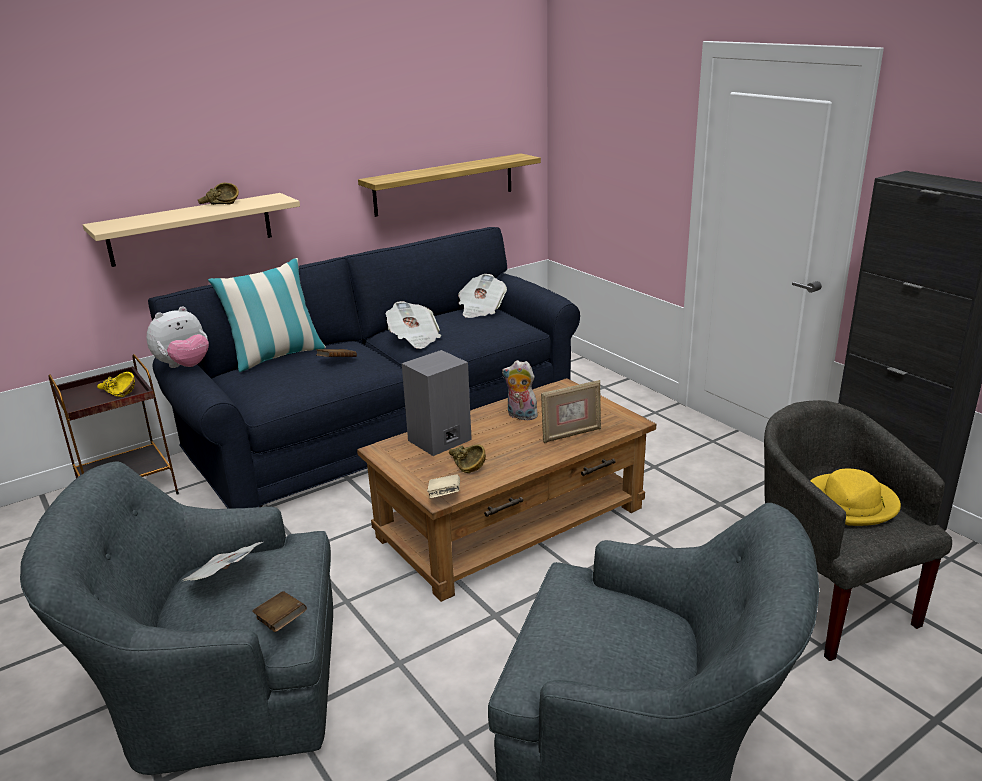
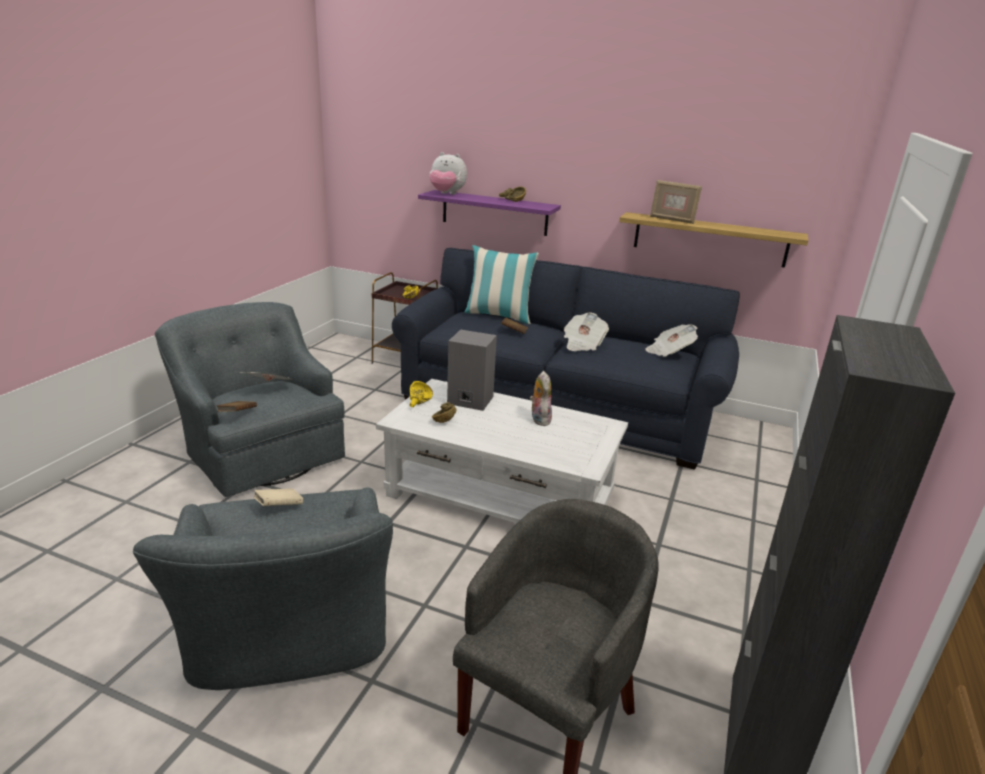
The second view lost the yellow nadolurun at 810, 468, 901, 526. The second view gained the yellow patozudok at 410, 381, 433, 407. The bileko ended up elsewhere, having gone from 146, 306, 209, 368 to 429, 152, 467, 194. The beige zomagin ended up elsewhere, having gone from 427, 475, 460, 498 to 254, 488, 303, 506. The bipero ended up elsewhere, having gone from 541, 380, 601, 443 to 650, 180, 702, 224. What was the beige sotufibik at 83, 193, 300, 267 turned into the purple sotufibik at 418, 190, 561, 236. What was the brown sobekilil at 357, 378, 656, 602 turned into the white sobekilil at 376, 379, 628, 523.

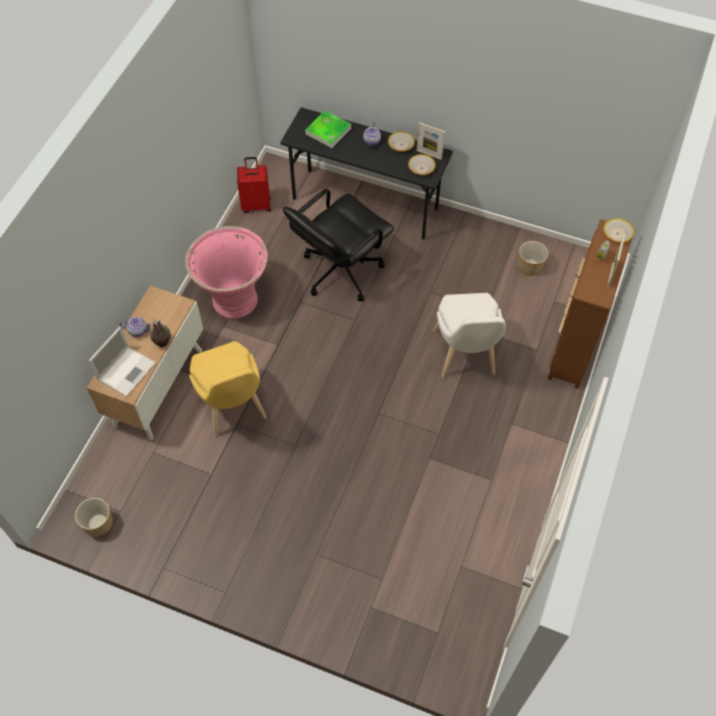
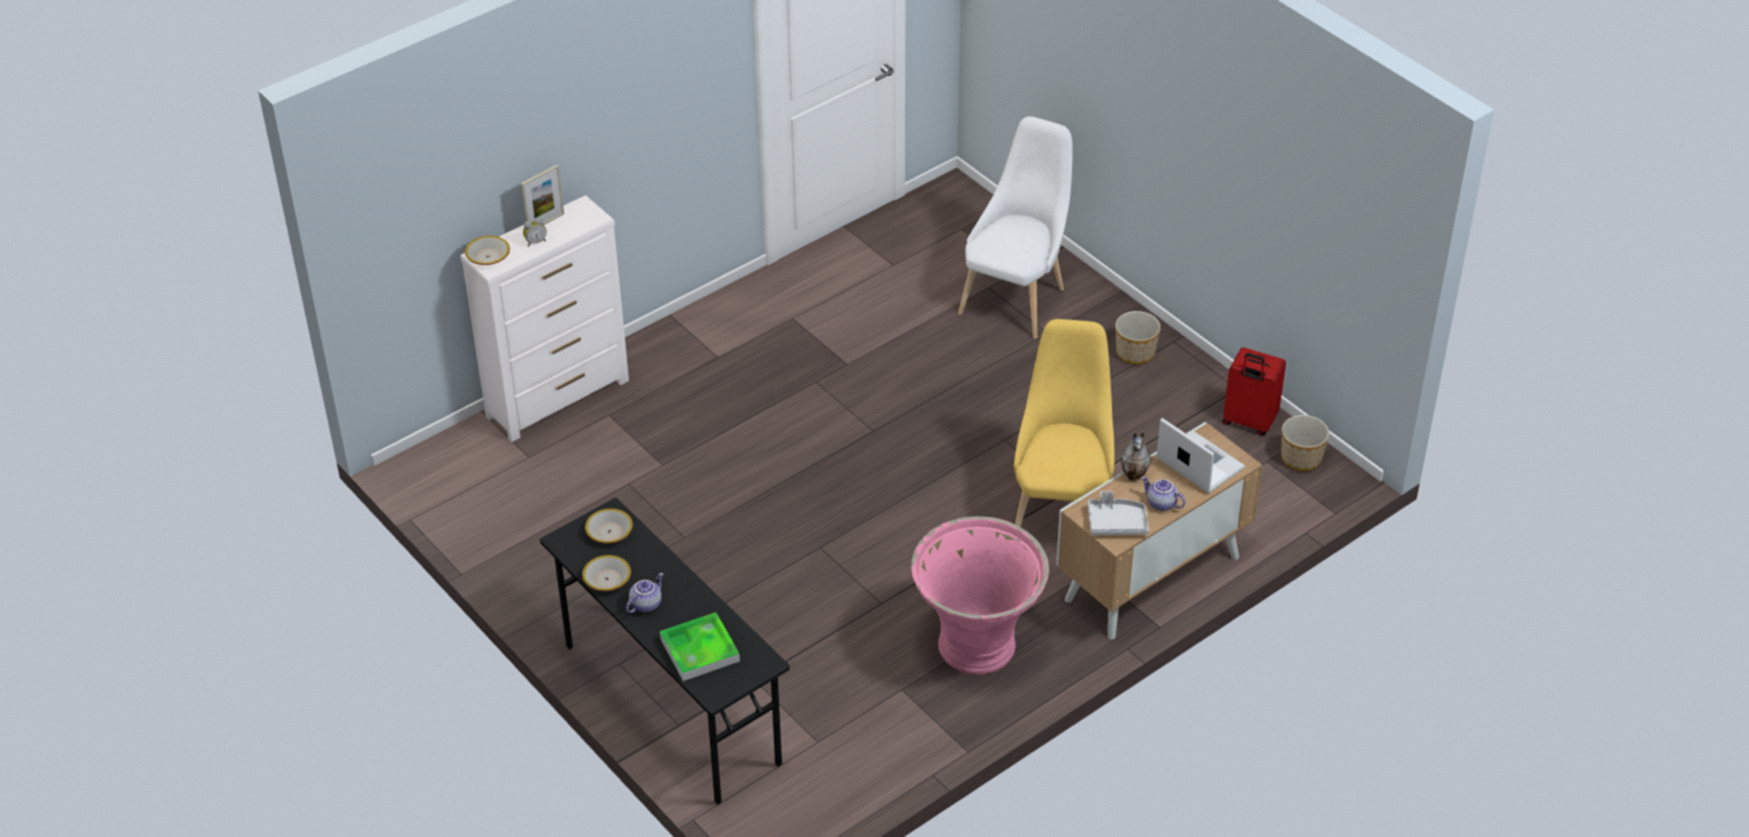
The second view lost the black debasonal at 283, 189, 394, 302. The second view lost the bipero at 416, 122, 445, 160. The second view gained the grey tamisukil at 1088, 491, 1149, 535. The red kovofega ended up elsewhere, having gone from 237, 157, 271, 213 to 1222, 347, 1286, 435. The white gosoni ended up elsewhere, having gone from 433, 293, 506, 377 to 958, 116, 1073, 339. The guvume ended up elsewhere, having gone from 518, 241, 548, 276 to 1115, 311, 1161, 365. What was the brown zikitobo at 548, 219, 635, 389 turned into the white zikitobo at 460, 195, 629, 442. The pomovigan at 89, 327, 156, 397 ended up facing another way, 75 degrees clockwise from before.

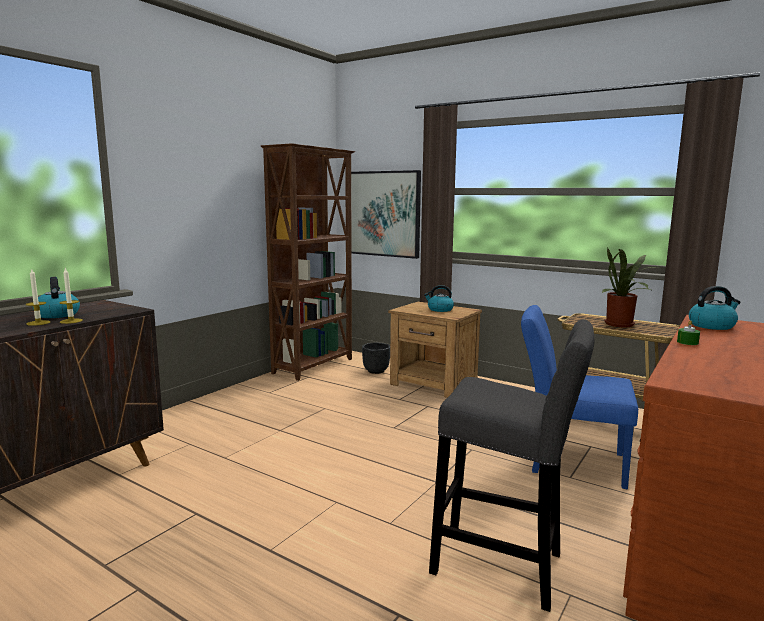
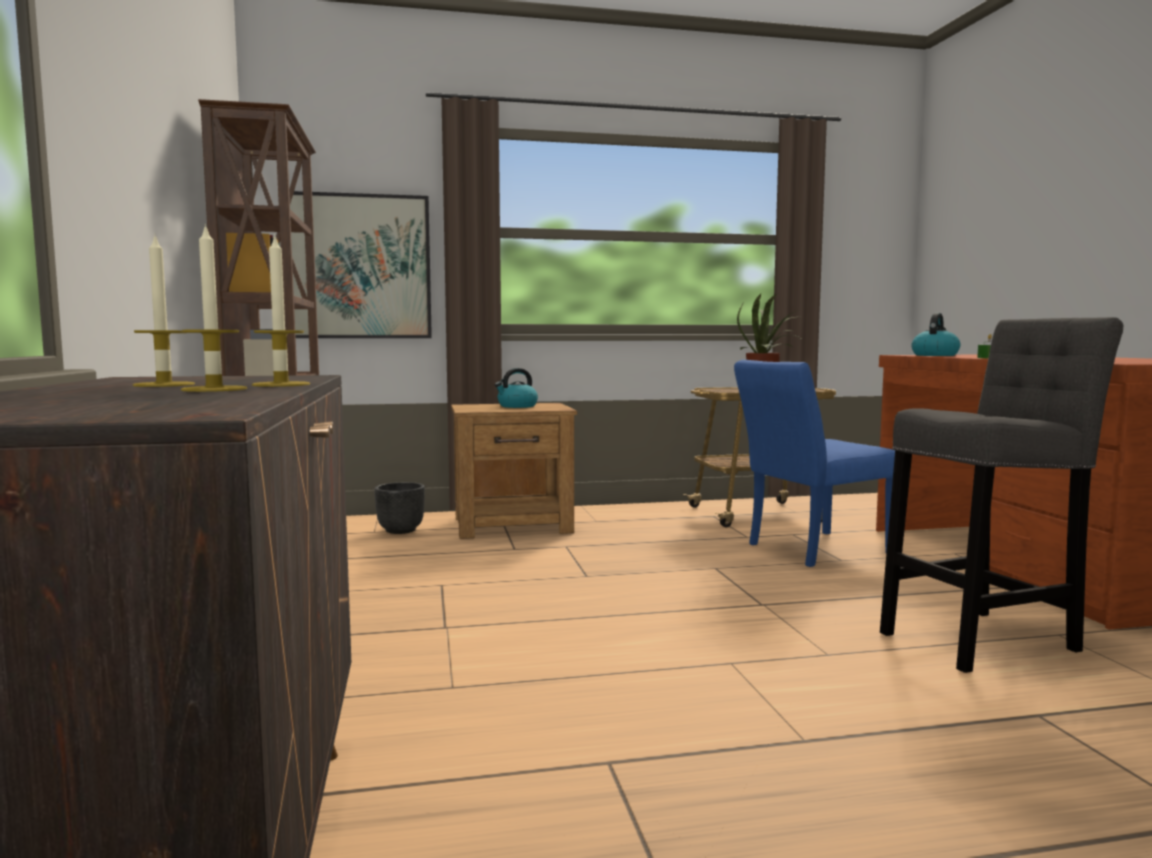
Where the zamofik stood at 33, 277, 80, 318, the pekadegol came to stand at 133, 237, 195, 387.

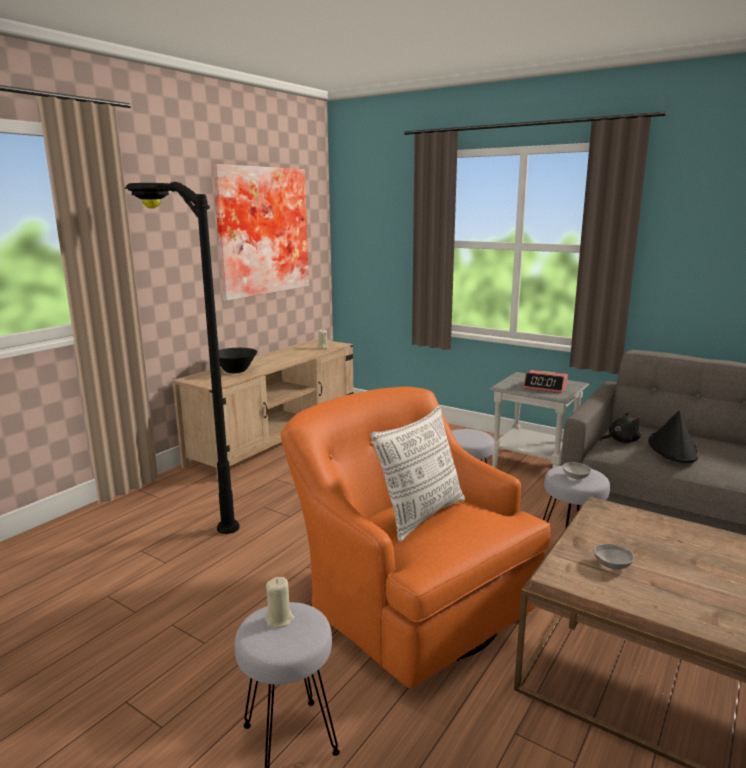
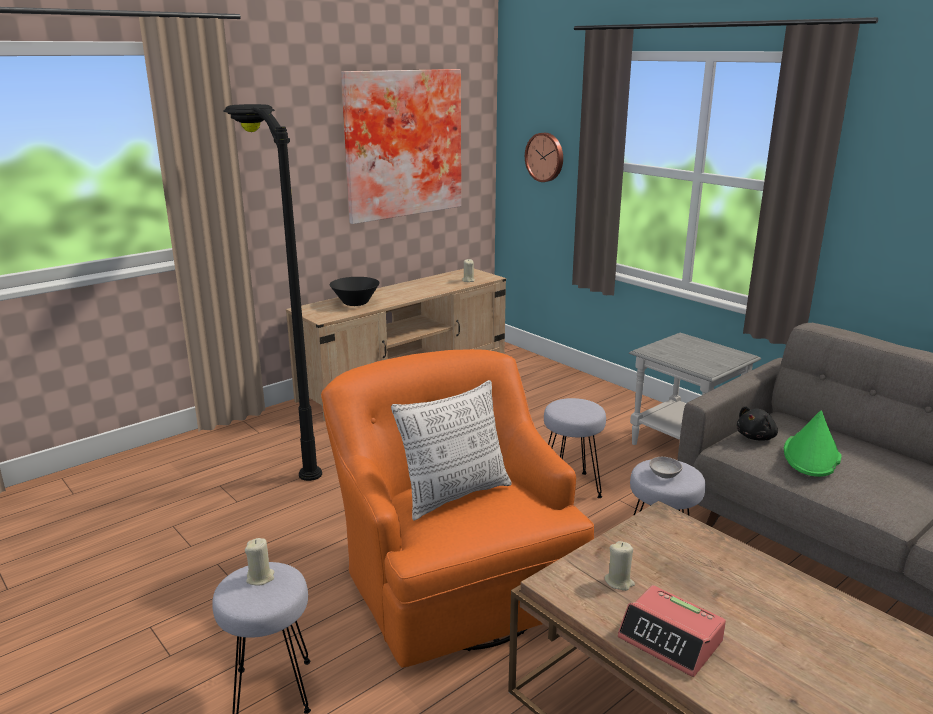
The second view gained the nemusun at 525, 133, 563, 182. The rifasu ended up elsewhere, having gone from 523, 370, 568, 393 to 617, 585, 726, 677. Where the grey patozudok stood at 593, 544, 634, 570, the beige pekadegol came to stand at 605, 541, 635, 591. What was the black nadolurun at 648, 410, 698, 463 turned into the green nadolurun at 784, 410, 841, 477. The black bileko at 599, 412, 642, 443 ended up facing another way, 135 degrees clockwise from before.

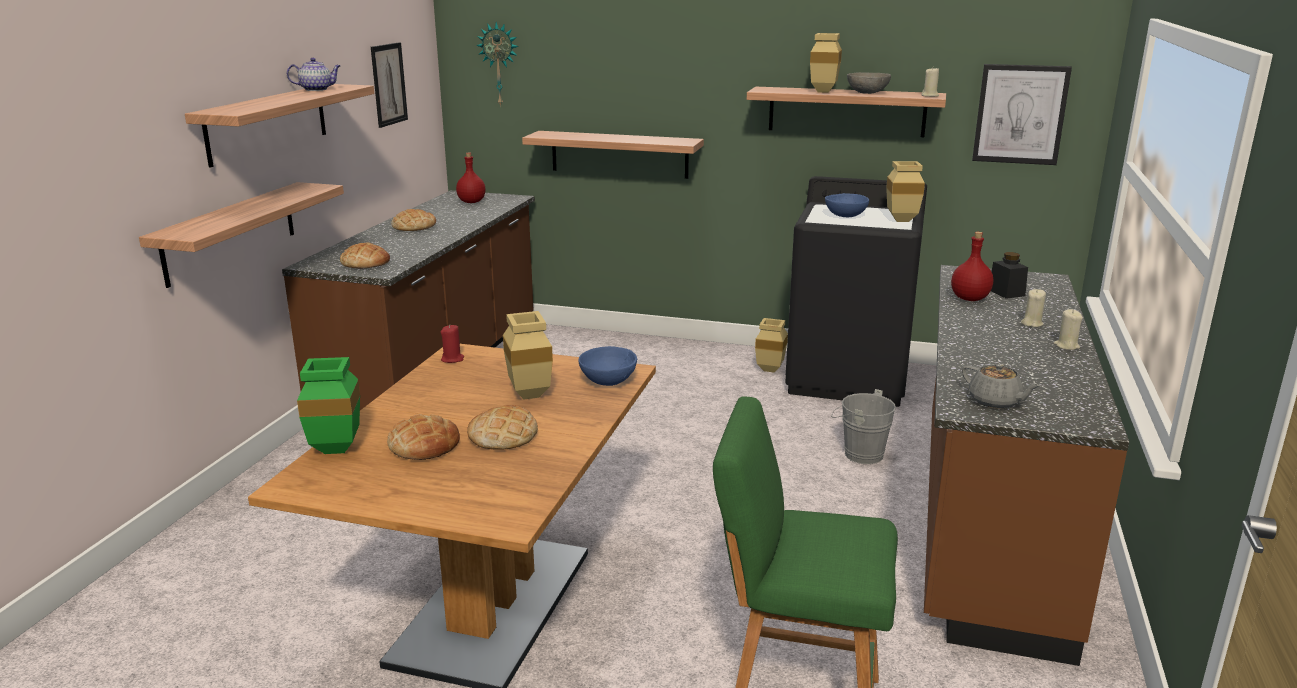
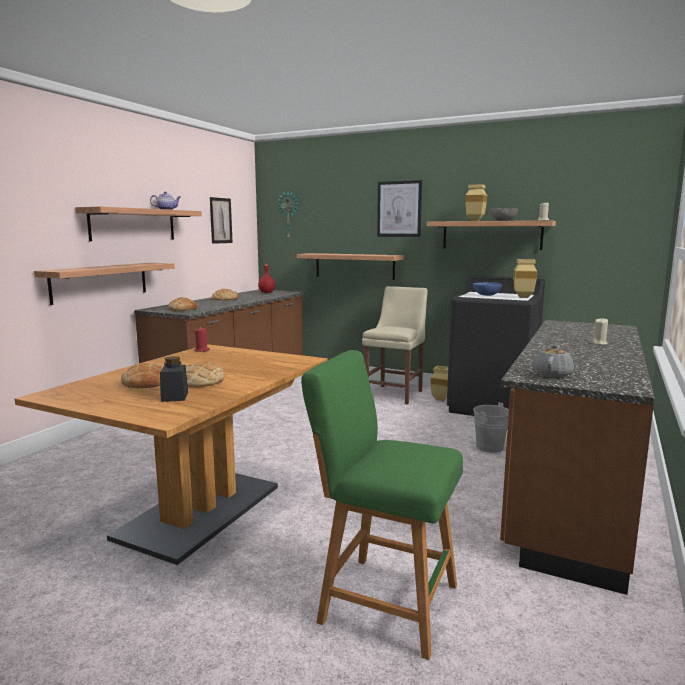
The second view lost the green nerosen at 297, 357, 360, 454. The second view lost the beige nerosen at 503, 311, 553, 399. The second view lost the blue patozudok at 579, 346, 637, 386. The second view lost the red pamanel at 951, 232, 993, 301. The second view lost the beige pekadegol at 1053, 309, 1083, 350. The second view gained the beige gosoni at 362, 286, 428, 404. The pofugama ended up elsewhere, having gone from 972, 64, 1072, 165 to 377, 180, 422, 237. The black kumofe ended up elsewhere, having gone from 991, 252, 1028, 299 to 160, 356, 188, 402. The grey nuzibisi at 962, 363, 1041, 409 ended up facing another way, 120 degrees counterclockwise from before.

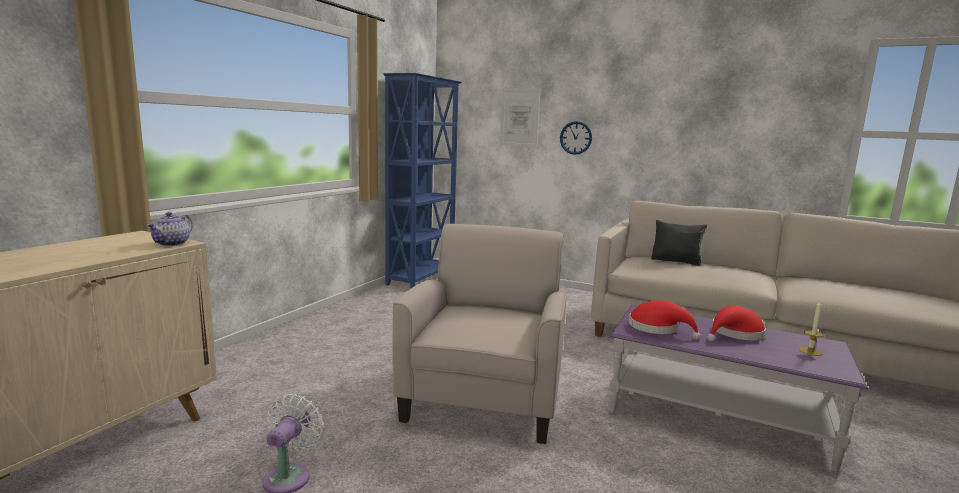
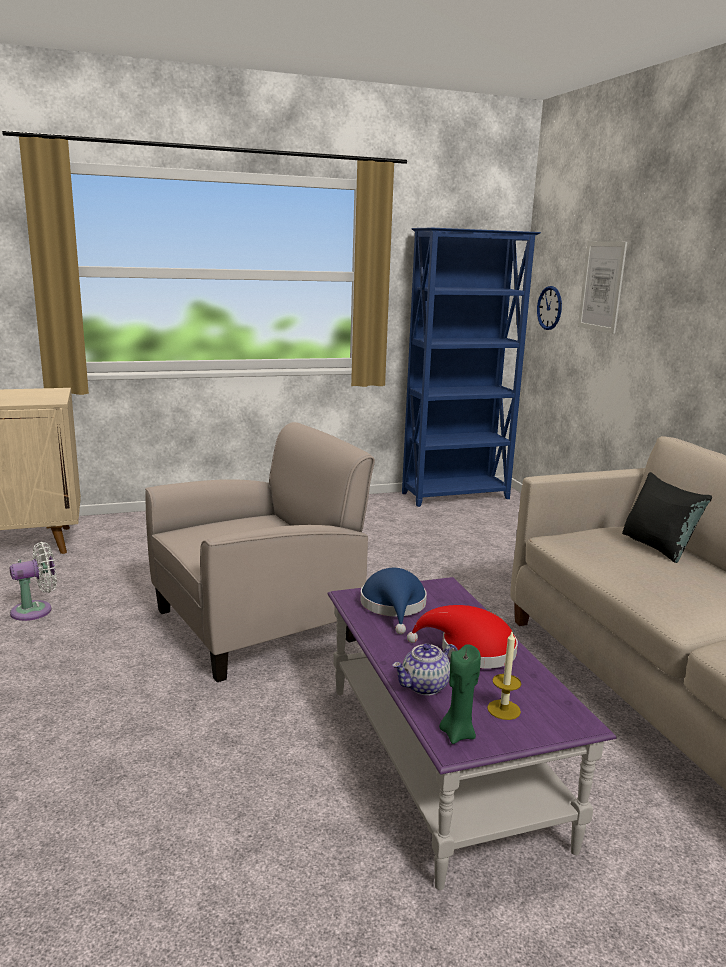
The second view gained the green pekadegol at 439, 644, 481, 744. The nuzibisi ended up elsewhere, having gone from 146, 212, 193, 246 to 392, 643, 458, 695. The nemusun ended up elsewhere, having gone from 560, 121, 592, 155 to 537, 286, 562, 330. What was the red nadolurun at 629, 301, 701, 340 turned into the blue nadolurun at 360, 568, 427, 634.

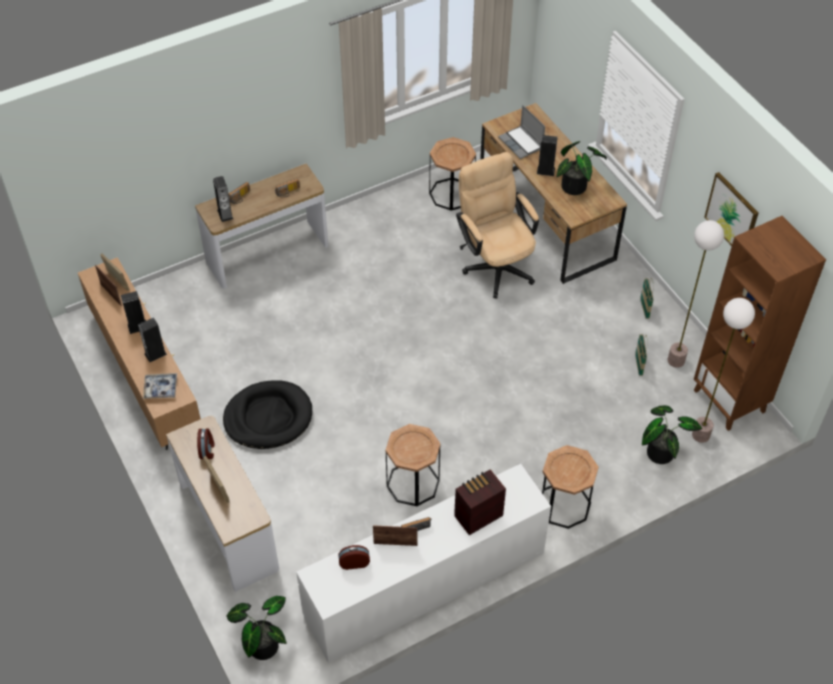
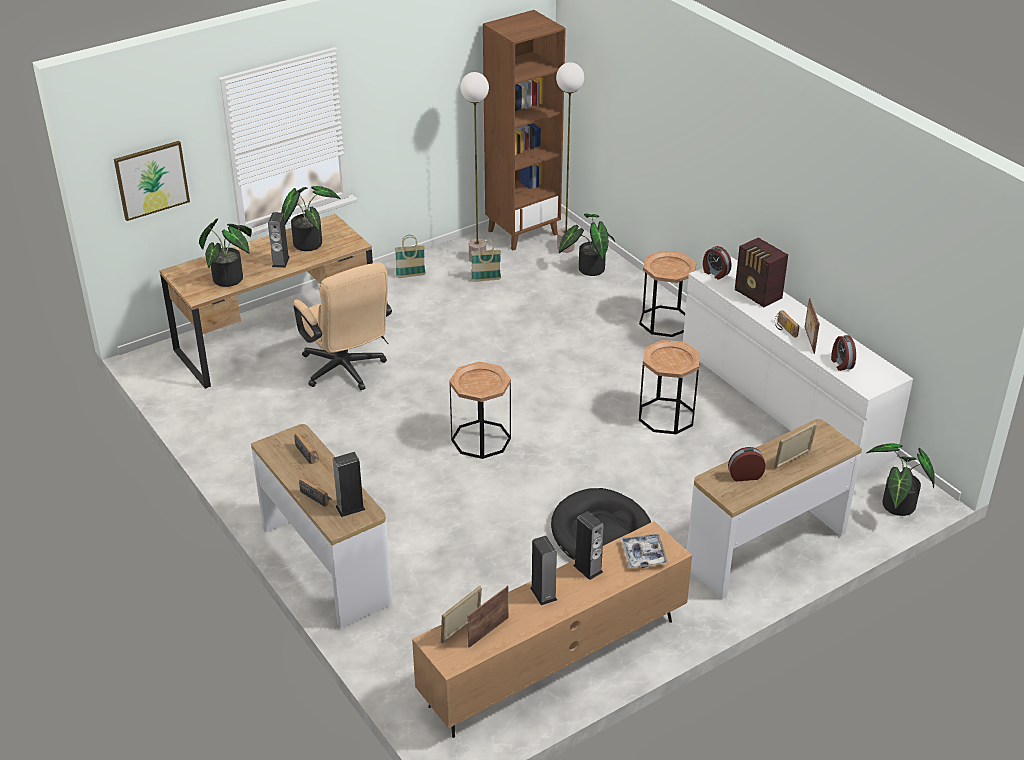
The second view gained the rifasu at 703, 246, 732, 279. The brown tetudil ended up elsewhere, having gone from 429, 137, 476, 211 to 449, 361, 511, 459. The pofugama ended up elsewhere, having gone from 704, 172, 759, 246 to 114, 141, 190, 221. Where the pomovigan stood at 498, 105, 545, 159, the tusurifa came to stand at 199, 218, 252, 287. The beige debasonal at 456, 152, 539, 299 ended up facing another way, 90 degrees counterclockwise from before.

